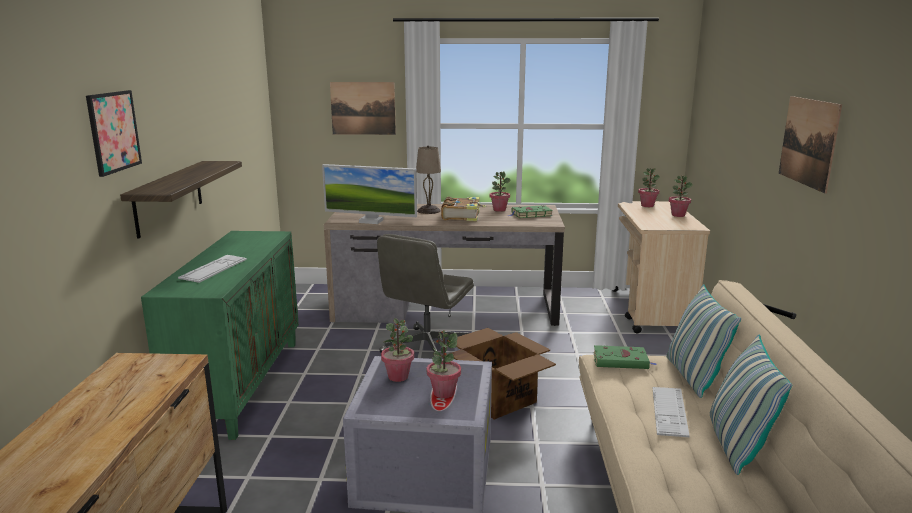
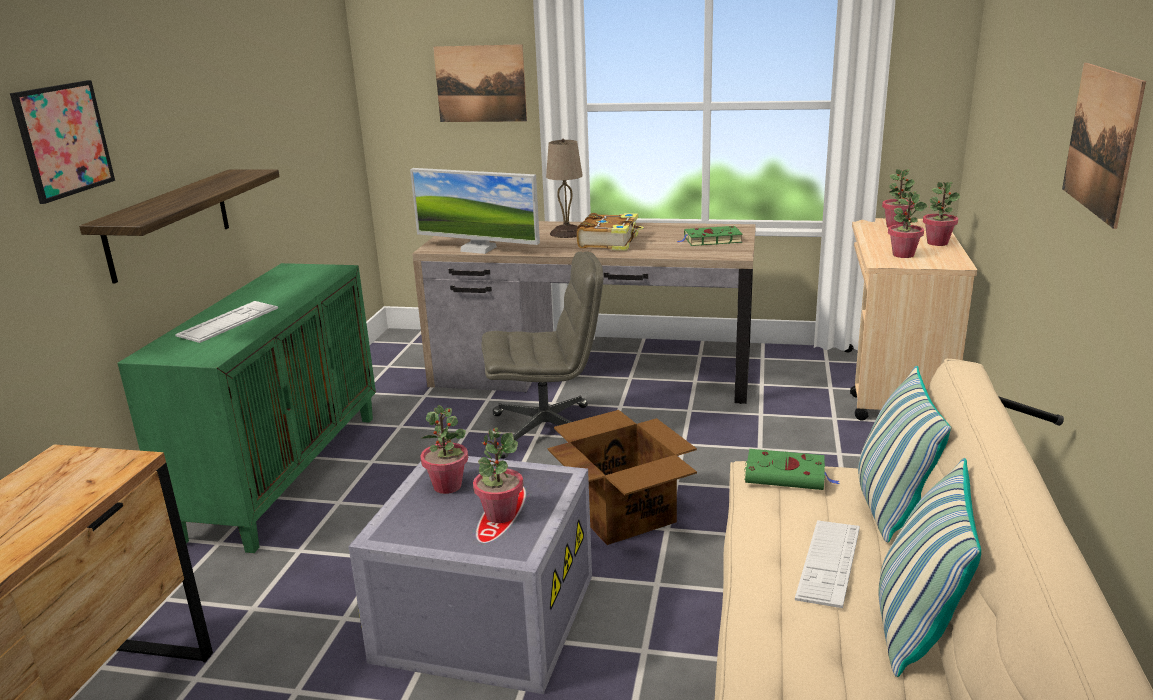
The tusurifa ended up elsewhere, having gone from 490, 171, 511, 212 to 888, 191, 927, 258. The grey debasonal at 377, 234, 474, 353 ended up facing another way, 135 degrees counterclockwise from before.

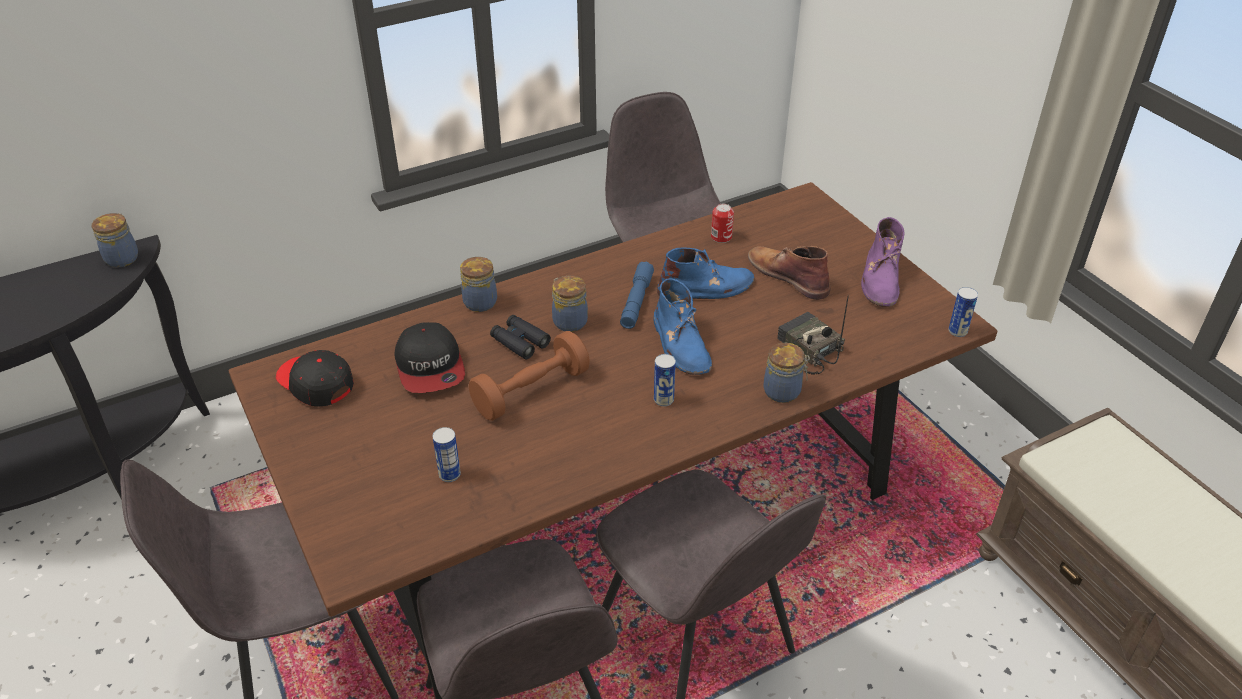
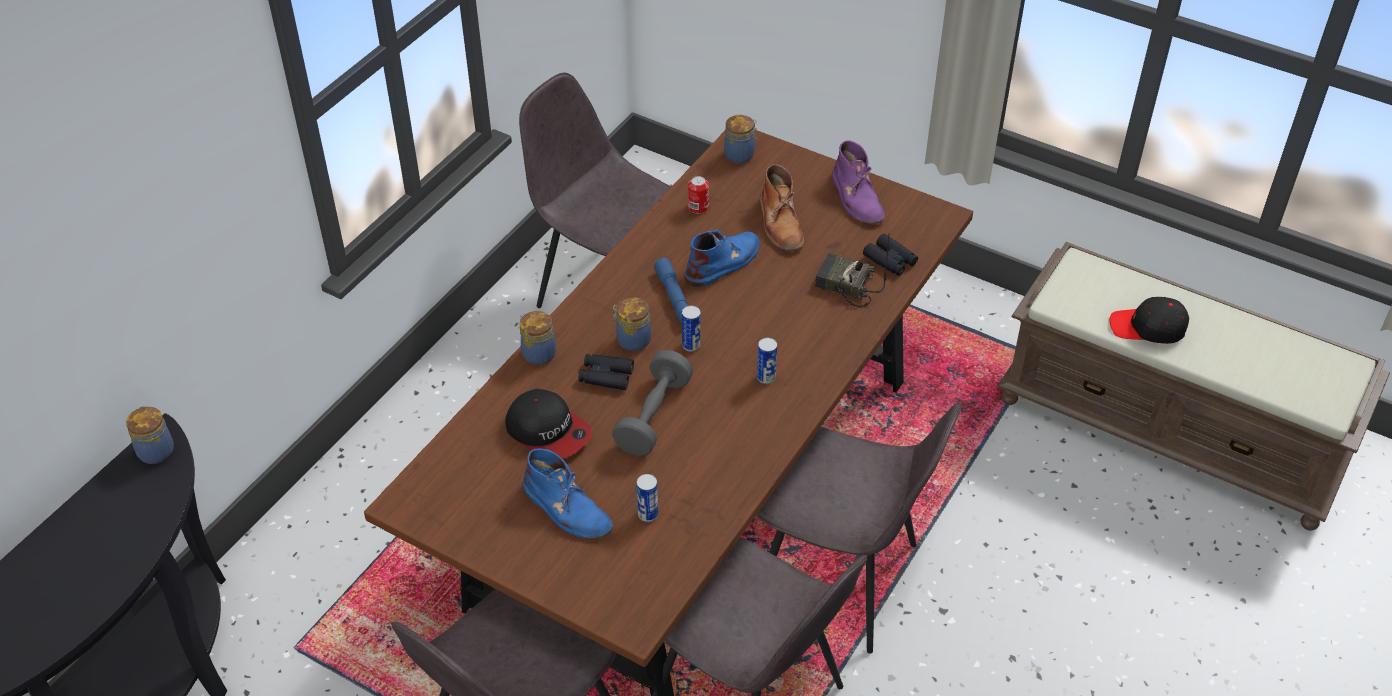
The second view gained the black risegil at 863, 234, 918, 276. The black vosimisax ended up elsewhere, having gone from 276, 350, 354, 406 to 1110, 297, 1189, 344. The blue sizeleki ended up elsewhere, having gone from 653, 278, 712, 375 to 523, 448, 613, 539. The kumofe ended up elsewhere, having gone from 763, 343, 810, 403 to 724, 115, 757, 164. The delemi ended up elsewhere, having gone from 949, 287, 978, 337 to 682, 305, 701, 352. What was the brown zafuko at 469, 331, 590, 421 turned into the grey zafuko at 612, 350, 693, 456. The brown sizeleki at 748, 246, 831, 300 ended up facing another way, 120 degrees counterclockwise from before.

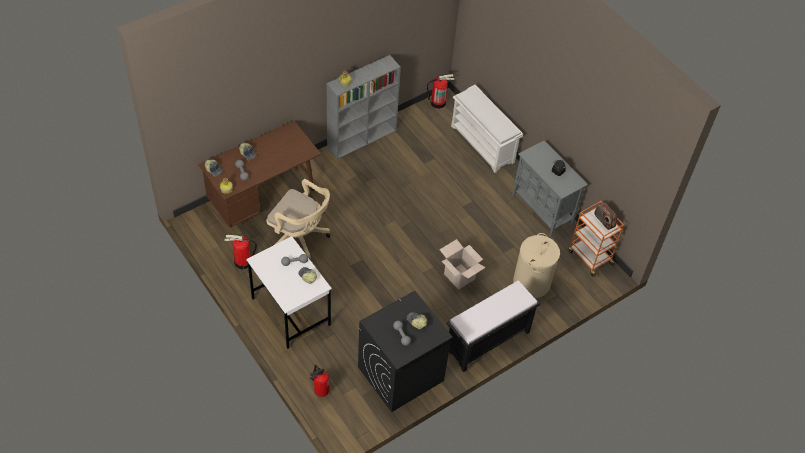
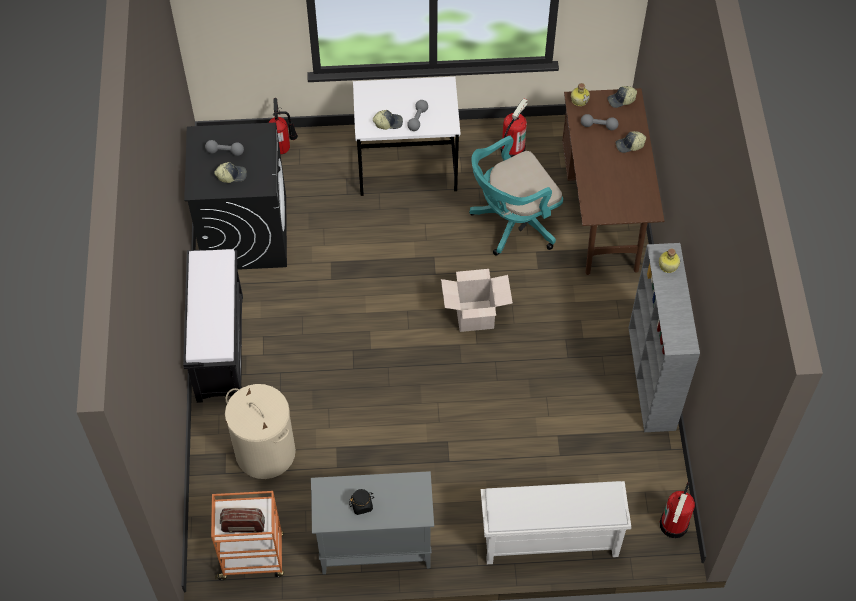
The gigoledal ended up elsewhere, having gone from 440, 239, 486, 290 to 441, 269, 513, 332. What was the beige debasonal at 266, 179, 330, 259 turned into the turquoise debasonal at 469, 136, 563, 256.

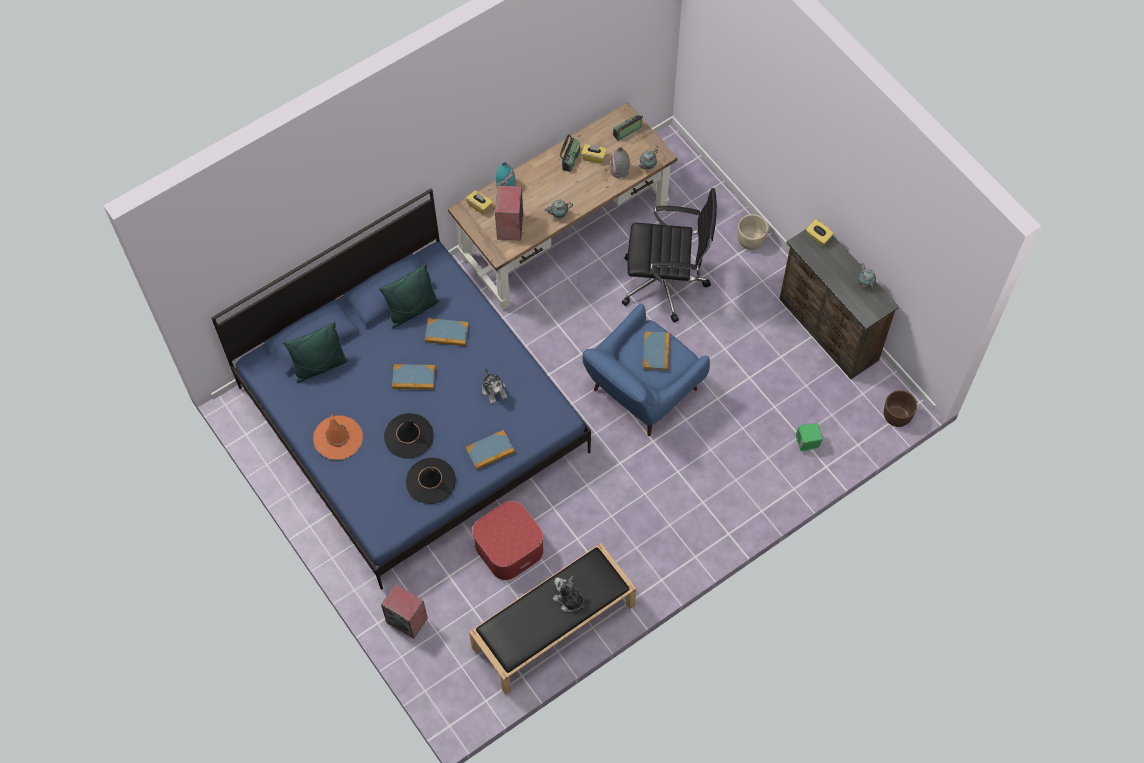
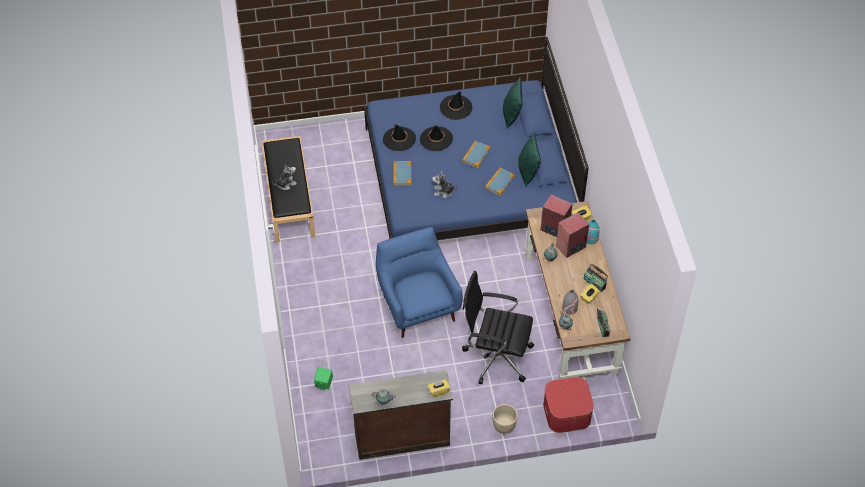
The second view lost the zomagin at 643, 332, 670, 371. The second view lost the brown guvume at 884, 390, 917, 427. The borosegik ended up elsewhere, having gone from 381, 584, 428, 639 to 556, 212, 589, 258. The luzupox ended up elsewhere, having gone from 472, 501, 543, 580 to 543, 377, 594, 433. What was the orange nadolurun at 313, 414, 363, 460 turned into the black nadolurun at 440, 91, 473, 120. The black debasonal at 622, 188, 717, 323 ended up facing another way, 75 degrees clockwise from before.

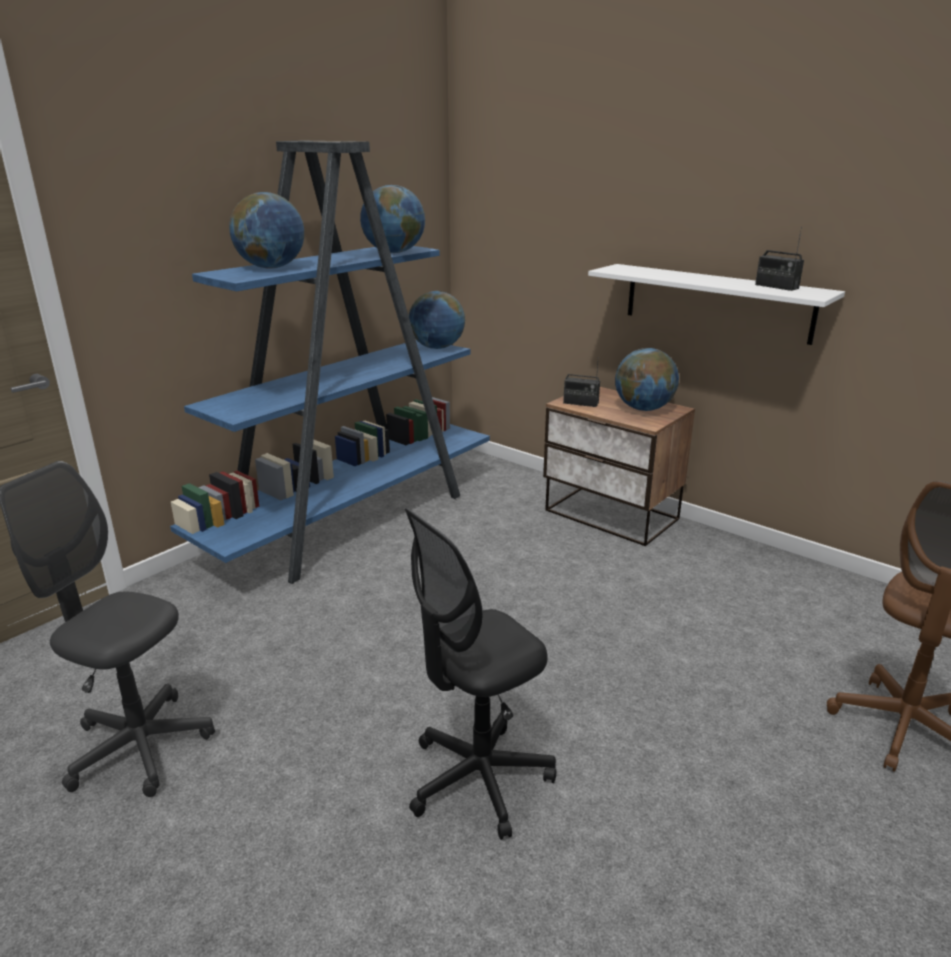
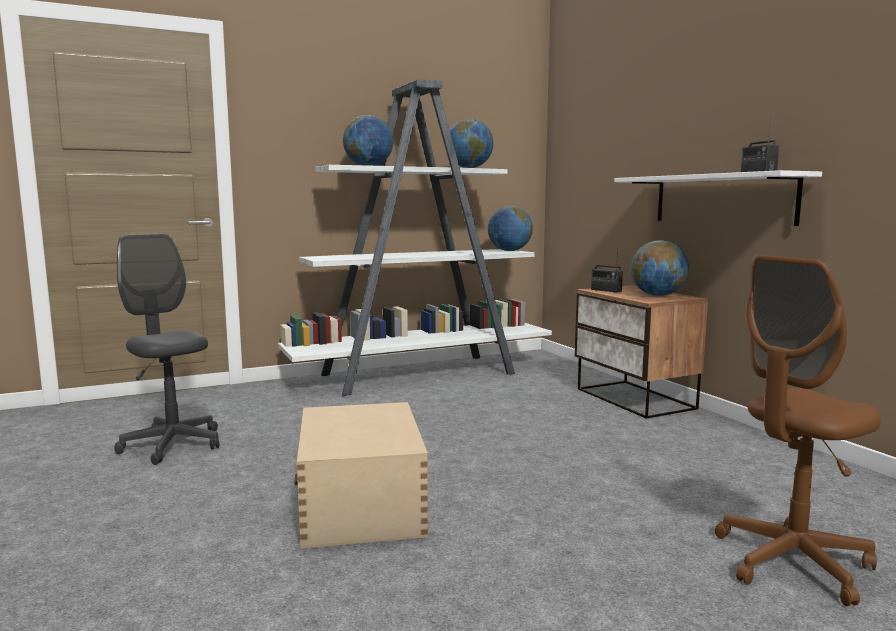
Where the black debasonal stood at 405, 508, 557, 840, the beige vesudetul came to stand at 294, 402, 428, 549. What was the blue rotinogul at 170, 141, 490, 584 turned into the white rotinogul at 278, 79, 552, 396.

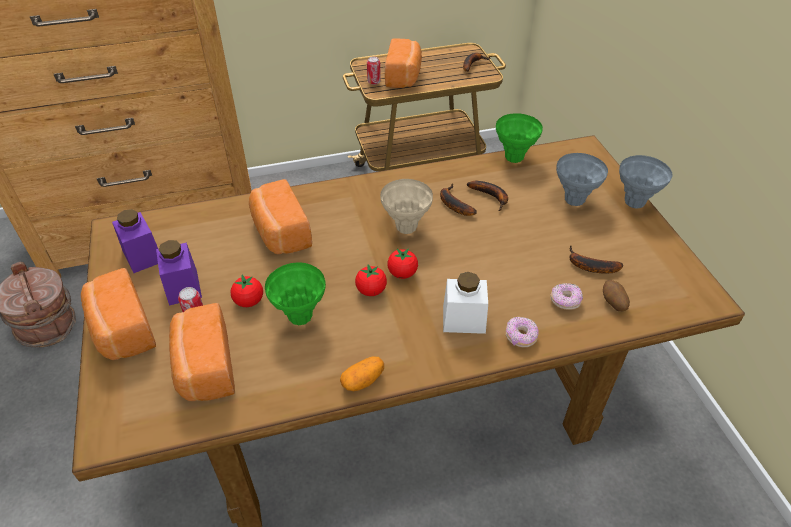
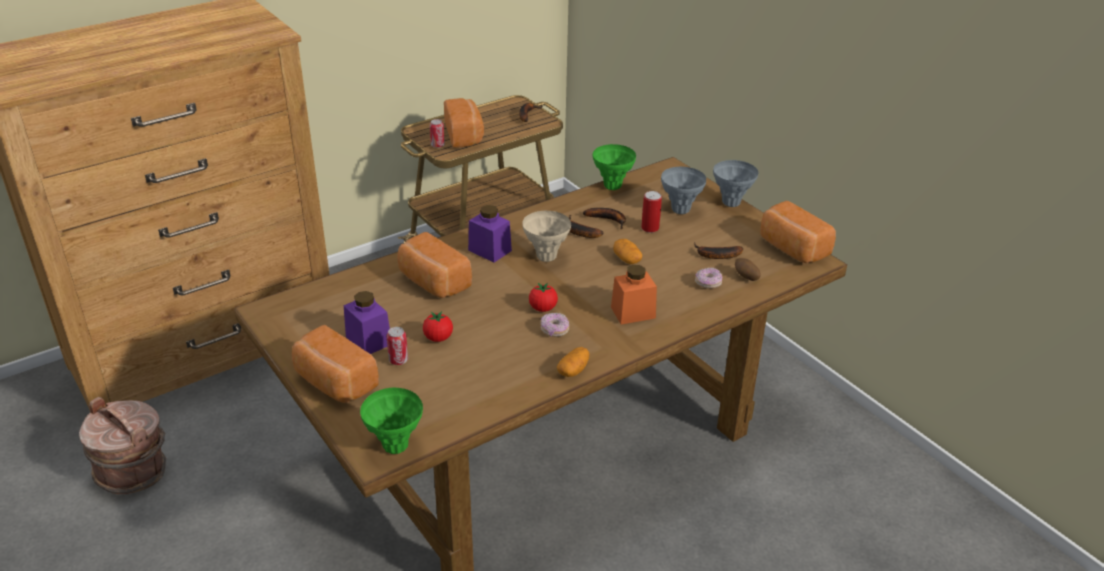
The second view lost the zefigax at 387, 248, 418, 279. The second view gained the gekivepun at 613, 239, 642, 264. The second view gained the delemi at 641, 191, 662, 233. The purple kumofe ended up elsewhere, having gone from 112, 209, 158, 273 to 468, 205, 512, 262. The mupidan ended up elsewhere, having gone from 169, 303, 235, 401 to 761, 201, 836, 263. The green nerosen ended up elsewhere, having gone from 265, 262, 326, 325 to 360, 388, 423, 454. The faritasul ended up elsewhere, having gone from 506, 317, 539, 347 to 541, 313, 569, 337. What was the white kumofe at 443, 272, 488, 334 turned into the orange kumofe at 611, 265, 657, 325.

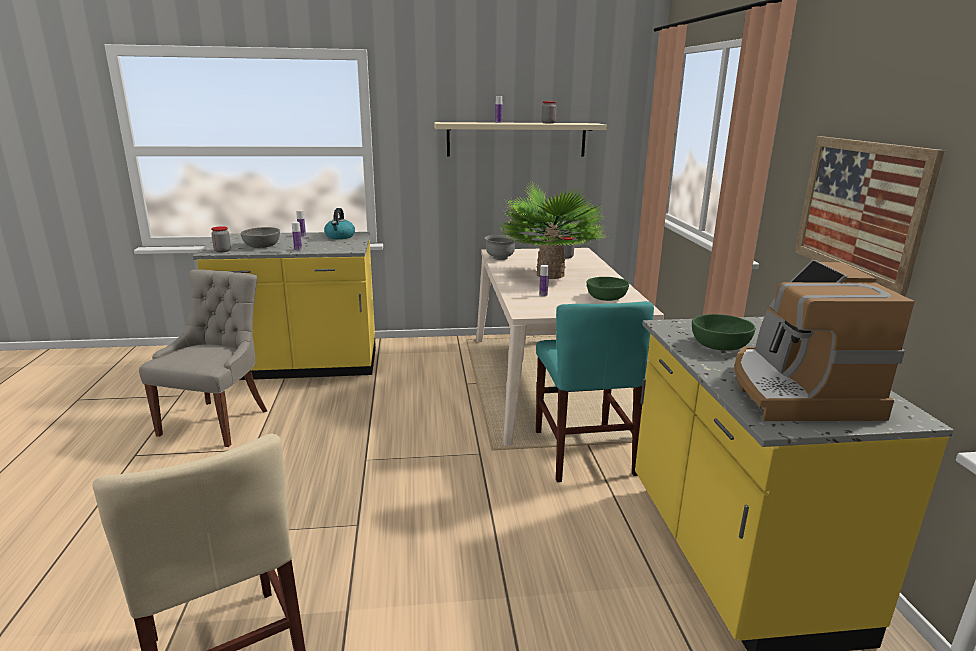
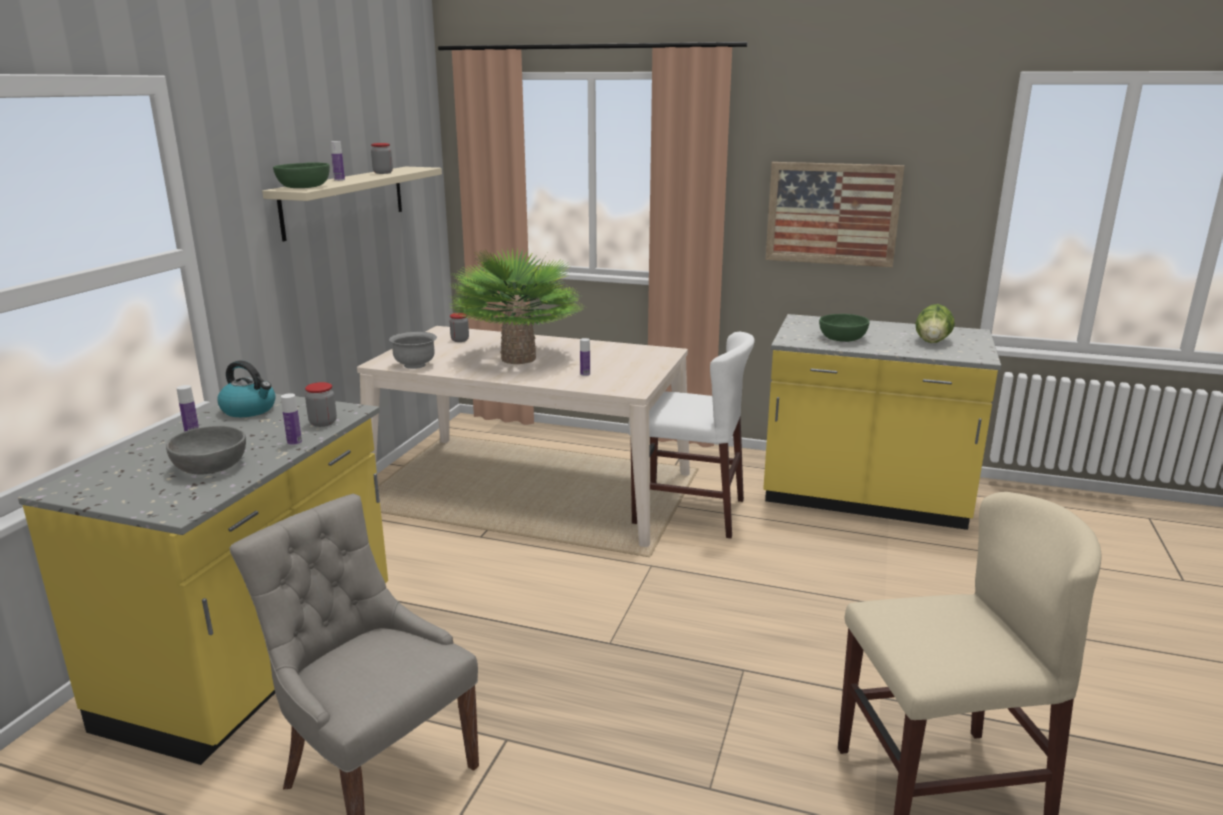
The kumofe ended up elsewhere, having gone from 211, 226, 231, 252 to 305, 382, 337, 427. The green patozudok ended up elsewhere, having gone from 586, 277, 629, 301 to 273, 162, 330, 188. Where the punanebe stood at 734, 260, 915, 421, the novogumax came to stand at 915, 304, 955, 343. What was the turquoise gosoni at 536, 301, 654, 482 turned into the white gosoni at 628, 331, 754, 538.

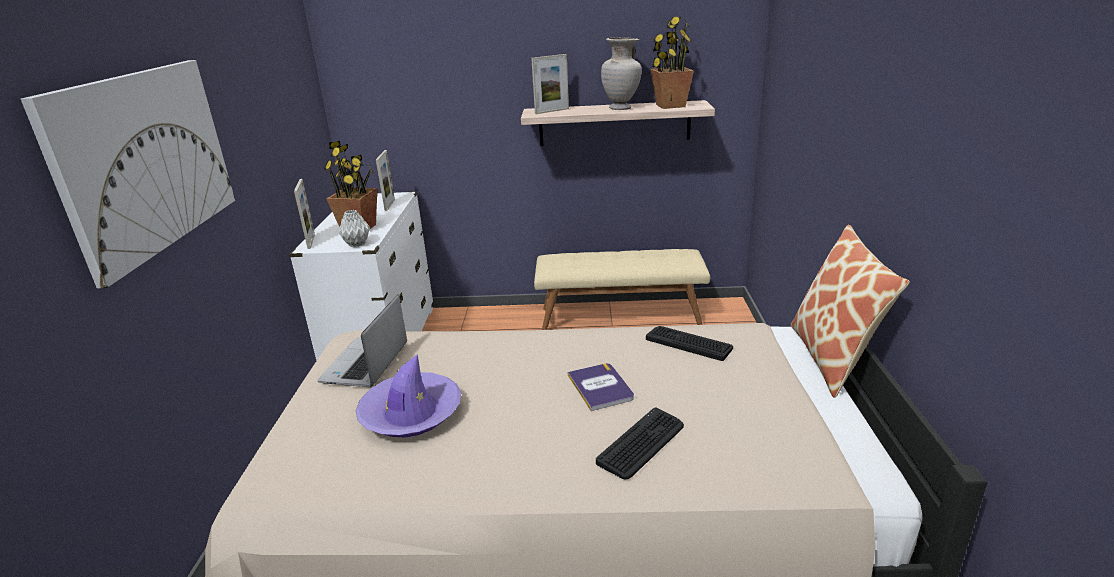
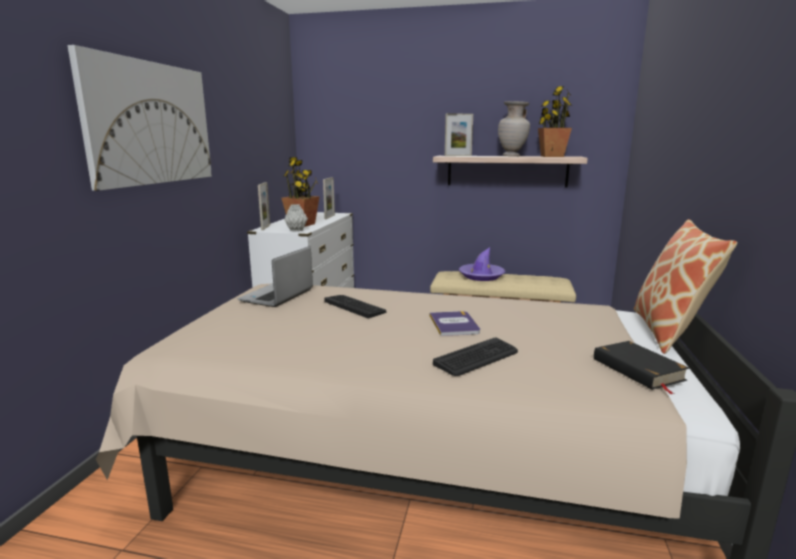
The second view gained the black zomagin at 594, 341, 689, 394. The purple nadolurun ended up elsewhere, having gone from 356, 354, 461, 437 to 459, 247, 505, 281. The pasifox ended up elsewhere, having gone from 646, 326, 733, 361 to 324, 295, 386, 318.

